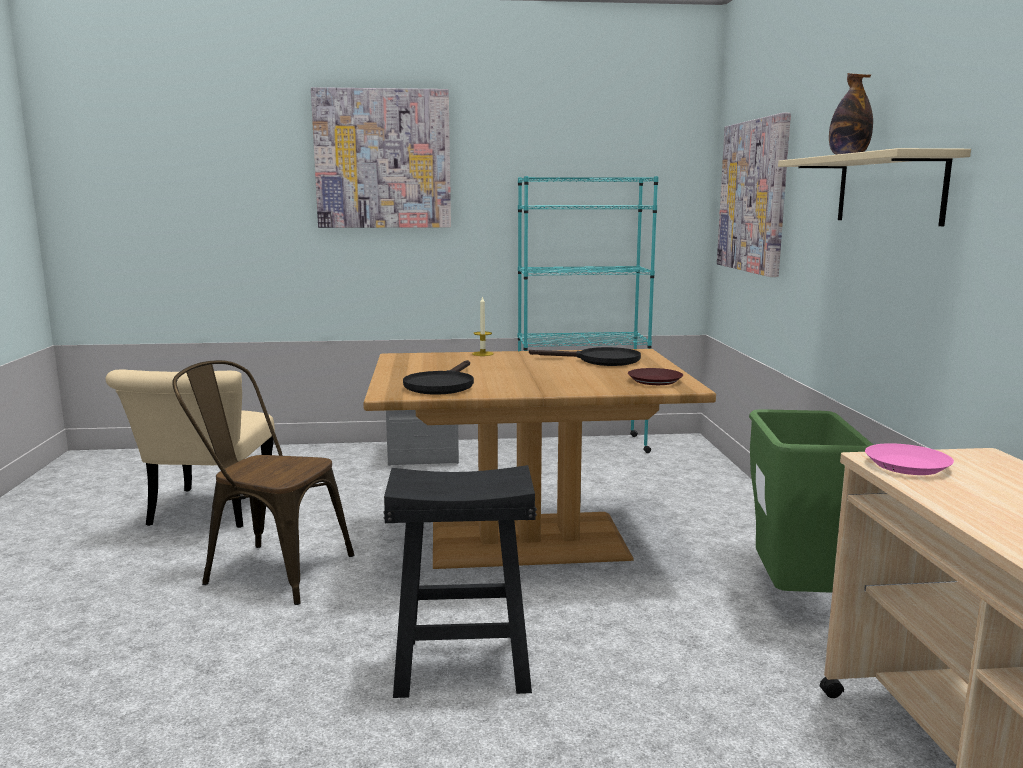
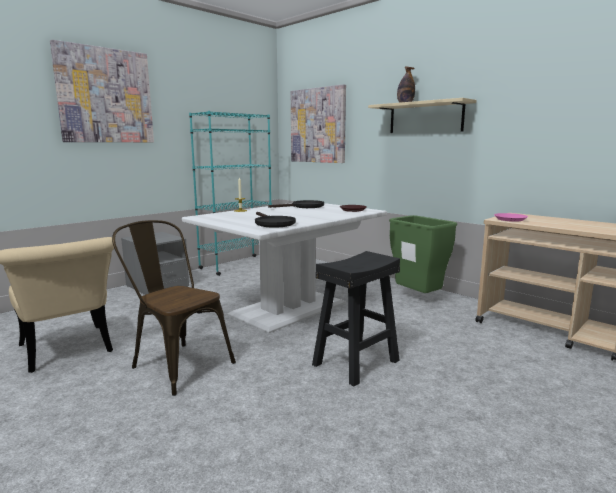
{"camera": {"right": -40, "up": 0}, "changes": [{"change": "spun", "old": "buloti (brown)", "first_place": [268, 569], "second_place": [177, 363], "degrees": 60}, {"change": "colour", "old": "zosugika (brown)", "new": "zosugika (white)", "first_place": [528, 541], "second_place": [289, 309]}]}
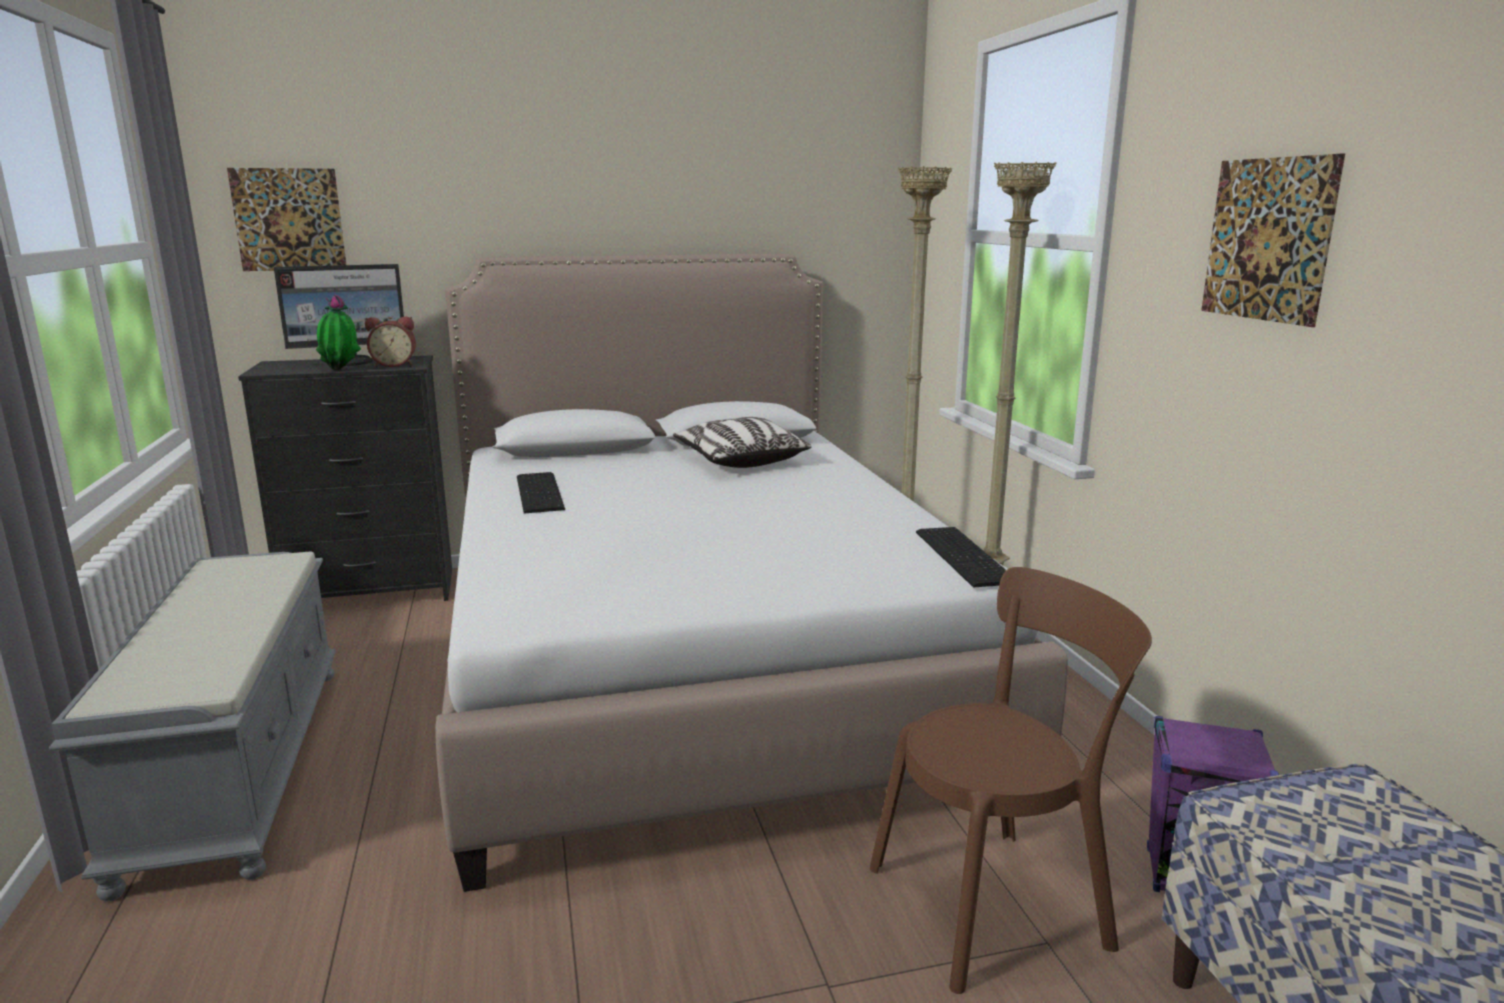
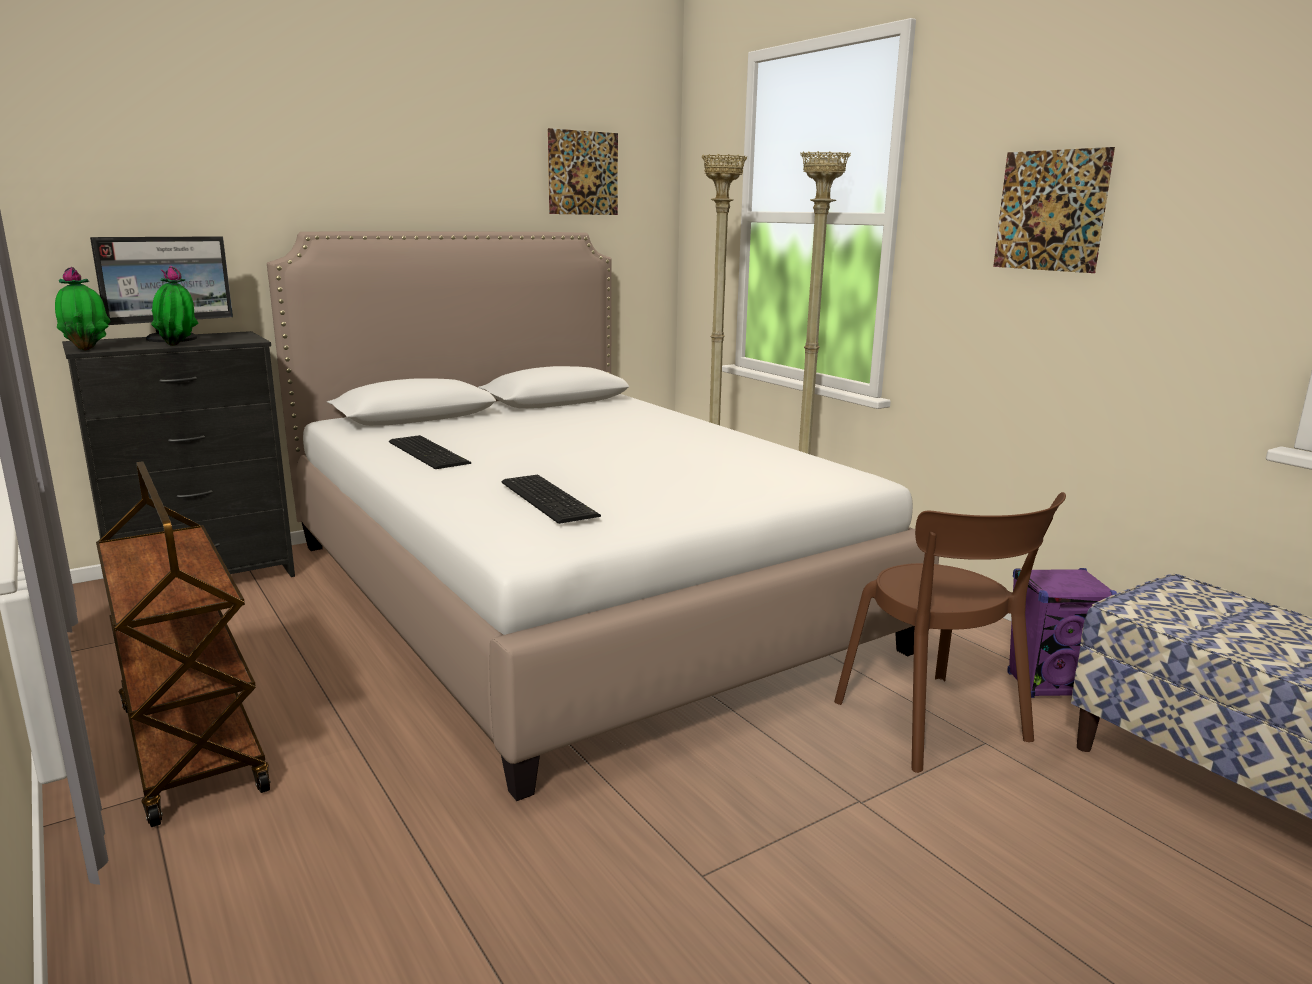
{"camera": {"right": -20, "up": 0}, "changes": [{"change": "exchanged", "old": "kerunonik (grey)", "new": "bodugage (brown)", "first_place": [236, 765], "second_place": [190, 746]}, {"change": "relocated", "old": "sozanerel", "first_place": [288, 220], "second_place": [583, 173]}, {"change": "missing", "old": "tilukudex", "first_place": [394, 365]}, {"change": "missing", "old": "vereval", "first_place": [740, 461]}, {"change": "spun", "old": "buloti (brown)", "first_place": [997, 902], "second_place": [936, 725], "degrees": 105}, {"change": "relocated", "old": "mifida", "first_place": [966, 555], "second_place": [550, 498]}, {"change": "appeared", "new": "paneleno", "second_place": [87, 349]}]}
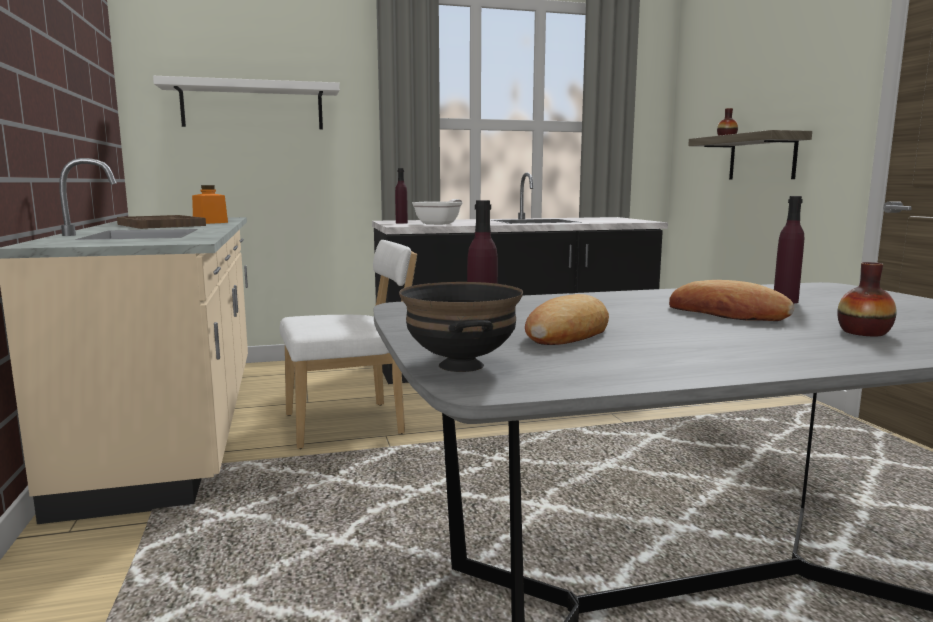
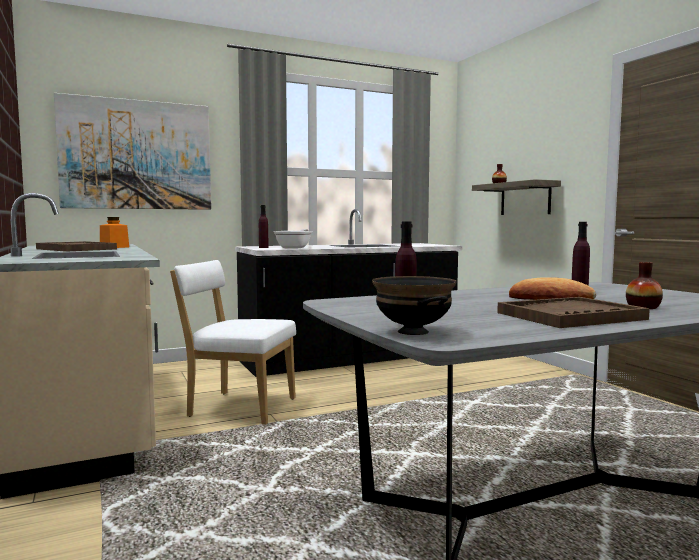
{"camera": {"right": -10, "up": -5}, "changes": [{"change": "exchanged", "old": "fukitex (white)", "new": "sozanerel", "first_place": [252, 106], "second_place": [137, 155]}, {"change": "spun", "old": "buloti (white)", "first_place": [351, 423], "second_place": [238, 407], "degrees": -135}, {"change": "missing", "old": "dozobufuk", "first_place": [567, 332]}, {"change": "appeared", "new": "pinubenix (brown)", "second_place": [570, 316]}]}
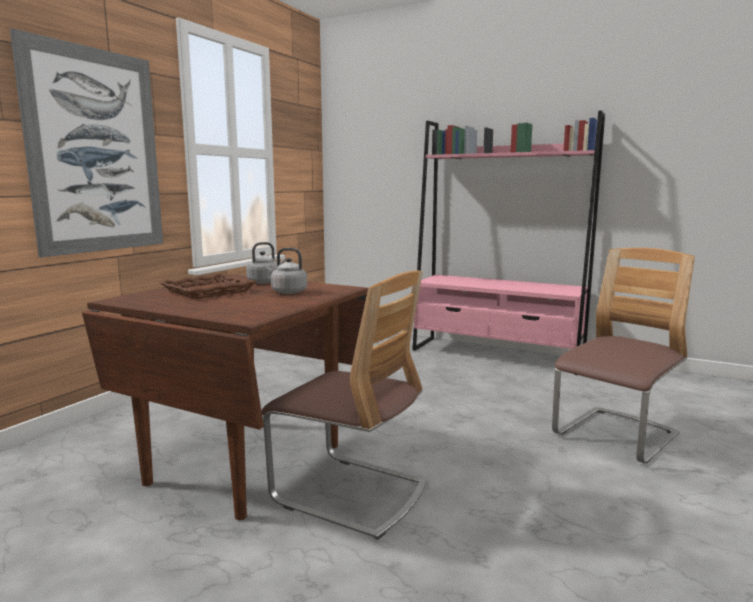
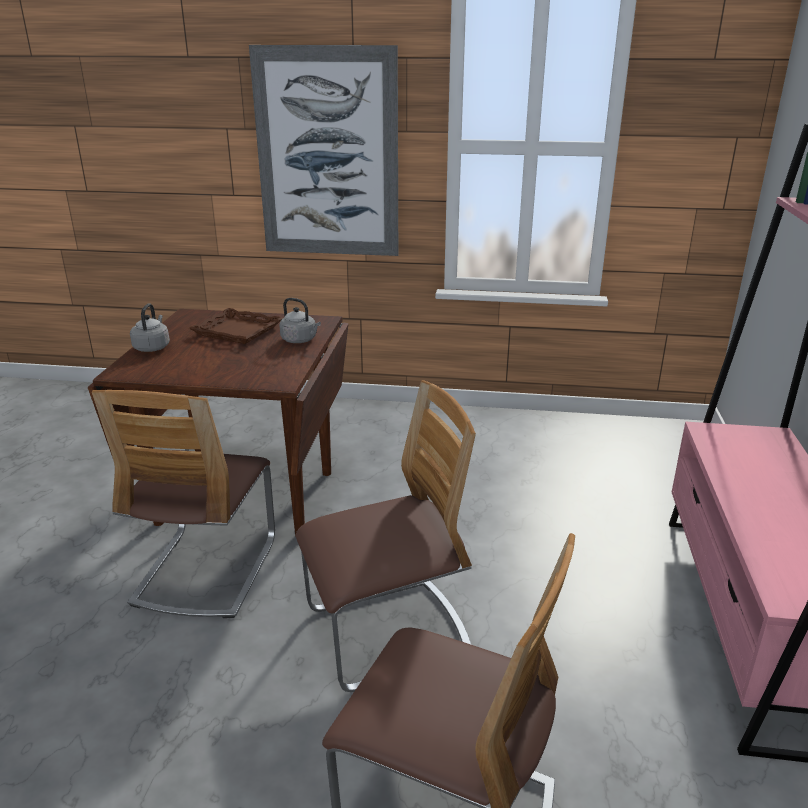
{"camera": {"right": 70, "up": 15}, "changes": [{"change": "relocated", "old": "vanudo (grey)", "first_place": [287, 292], "second_place": [152, 347]}, {"change": "appeared", "new": "buloti", "second_place": [388, 634]}]}
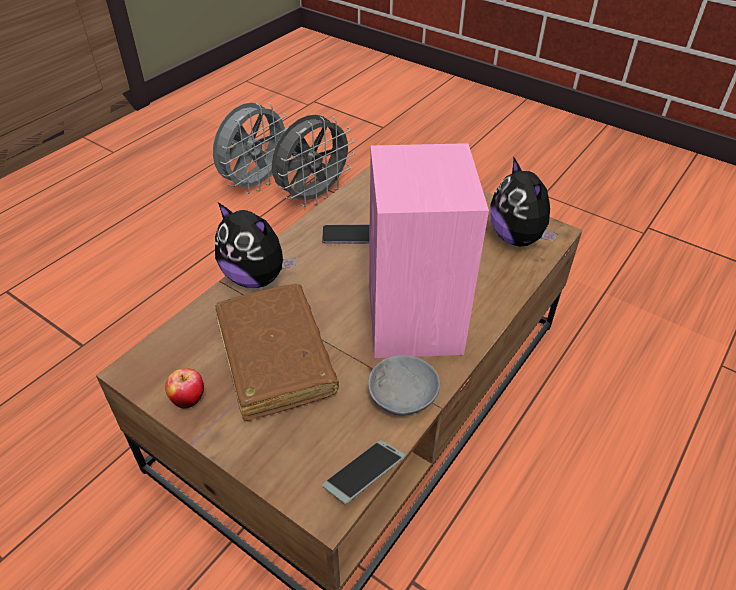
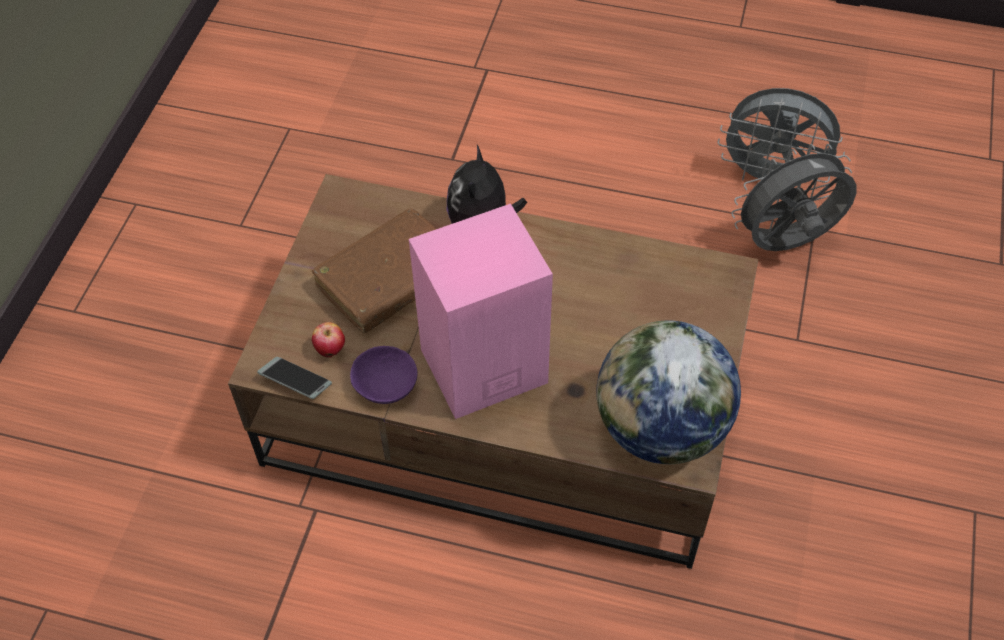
{"camera": {"right": 70, "up": 10}, "changes": [{"change": "relocated", "old": "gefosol", "first_place": [188, 399], "second_place": [330, 350]}, {"change": "spun", "old": "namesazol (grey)", "first_place": [313, 196], "second_place": [786, 244], "degrees": 135}, {"change": "missing", "old": "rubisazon", "first_place": [350, 236]}, {"change": "colour", "old": "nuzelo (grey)", "new": "nuzelo (purple)", "first_place": [403, 398], "second_place": [383, 385]}, {"change": "exchanged", "old": "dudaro", "new": "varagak", "first_place": [517, 238], "second_place": [660, 429]}]}
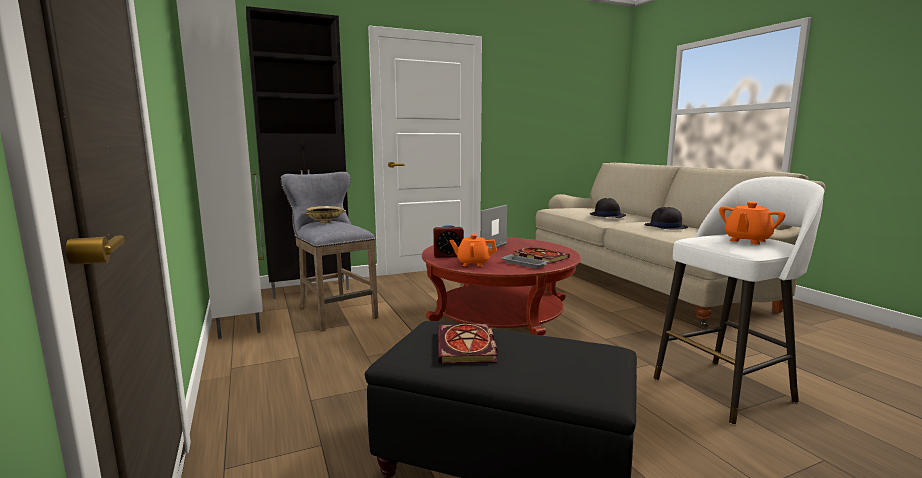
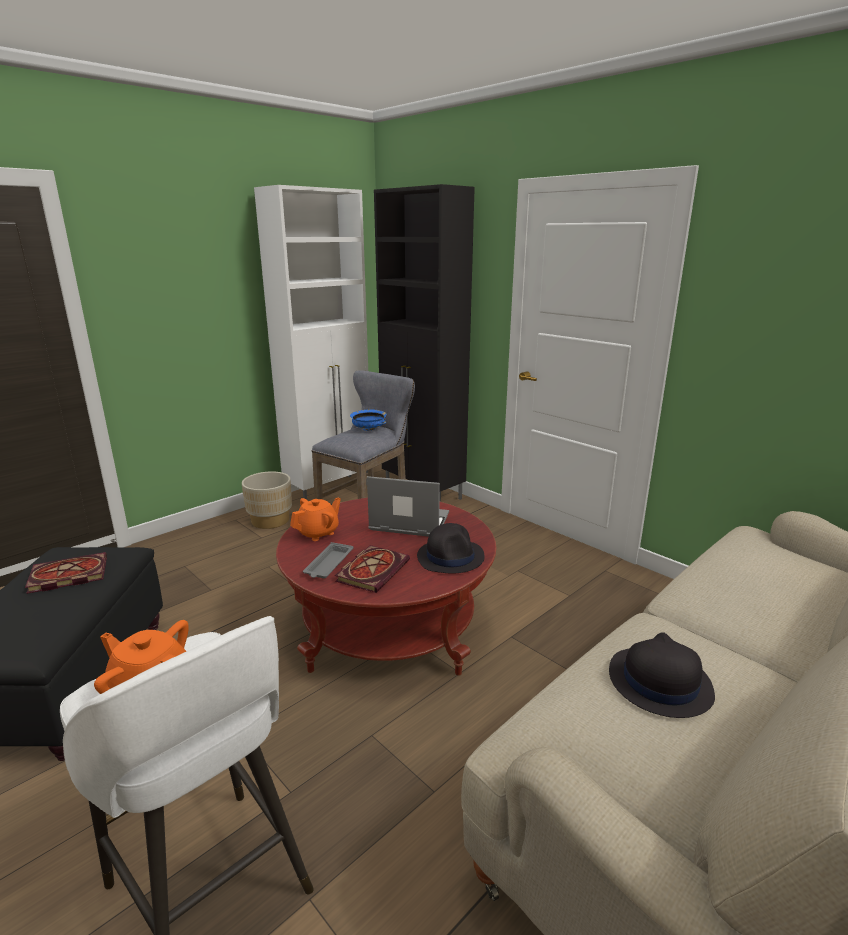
{"camera": {"right": 70, "up": 10}, "changes": [{"change": "colour", "old": "nuzelo (beige)", "new": "nuzelo (blue)", "first_place": [325, 222], "second_place": [369, 429]}, {"change": "missing", "old": "tilukudex", "first_place": [448, 256]}, {"change": "spun", "old": "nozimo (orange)", "first_place": [473, 263], "second_place": [318, 533], "degrees": 60}, {"change": "relocated", "old": "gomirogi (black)", "first_place": [607, 215], "second_place": [451, 557]}, {"change": "appeared", "new": "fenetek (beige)", "second_place": [270, 520]}]}
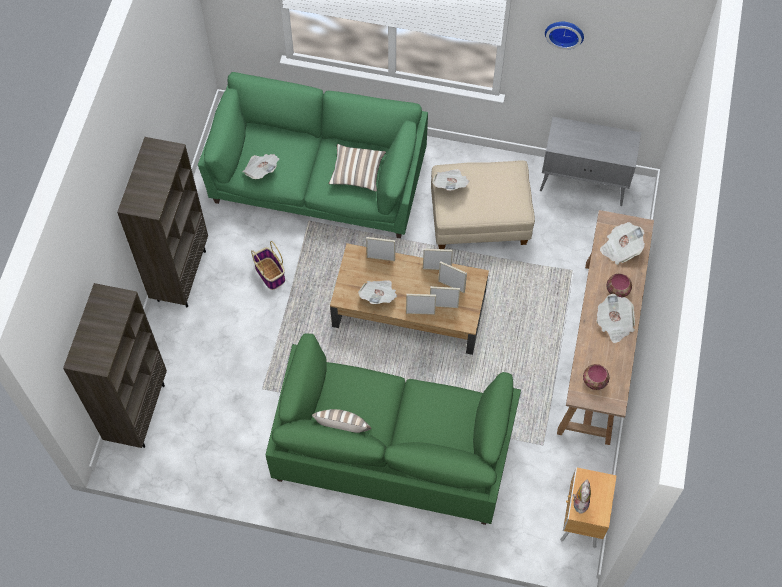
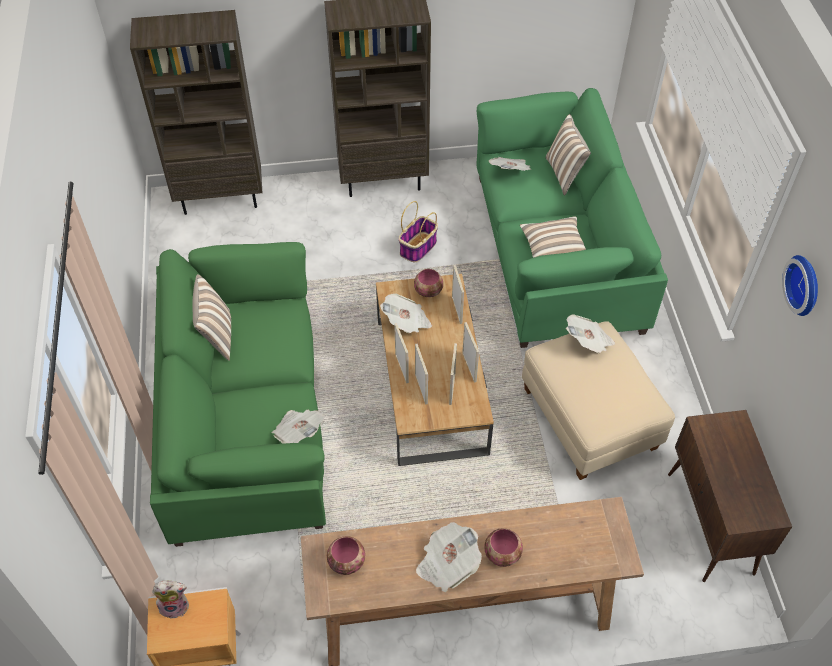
{"camera": {"right": 70, "up": -10}, "changes": [{"change": "colour", "old": "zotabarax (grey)", "new": "zotabarax (brown)", "first_place": [584, 183], "second_place": [710, 524]}, {"change": "relocated", "old": "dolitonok", "first_place": [620, 248], "second_place": [298, 432]}, {"change": "appeared", "new": "nuzelo", "second_place": [429, 291]}, {"change": "appeared", "new": "vereval", "second_place": [564, 174]}]}
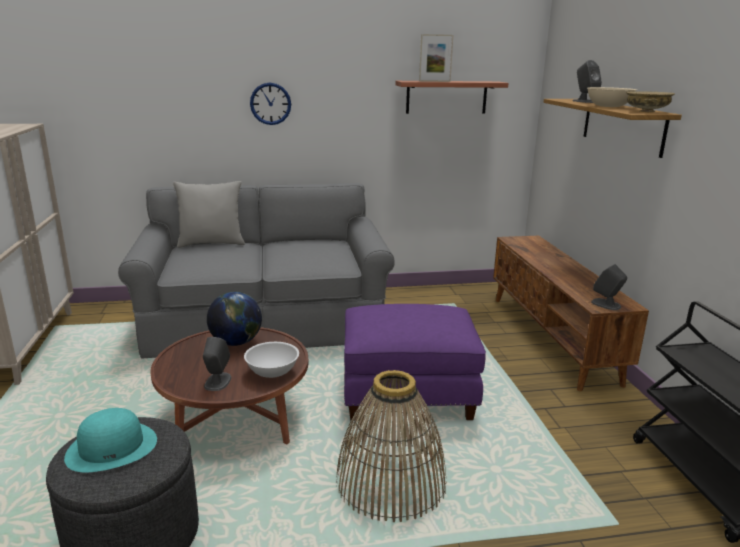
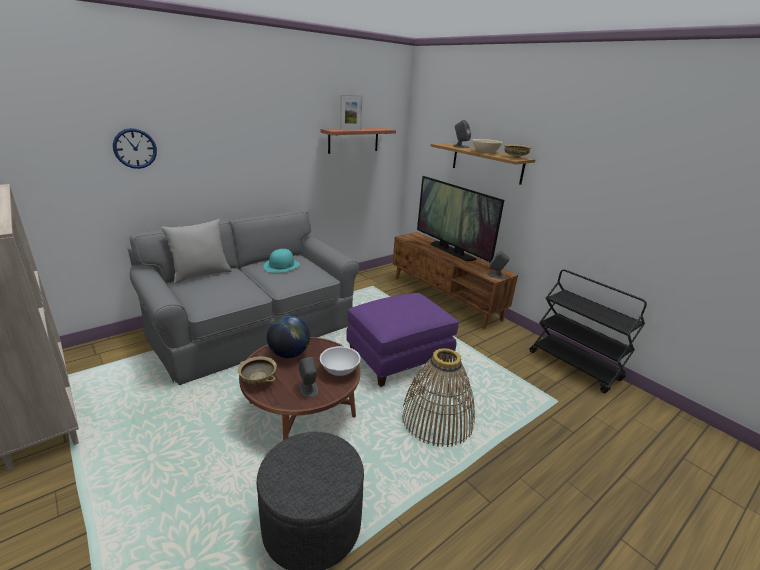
{"camera": {"right": -30, "up": 5}, "changes": [{"change": "relocated", "old": "gomirogi (turquoise)", "first_place": [112, 447], "second_place": [281, 265]}, {"change": "relocated", "old": "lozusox", "first_place": [270, 103], "second_place": [135, 148]}, {"change": "appeared", "new": "nuzelo (beige)", "second_place": [258, 380]}, {"change": "appeared", "new": "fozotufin", "second_place": [451, 251]}]}
